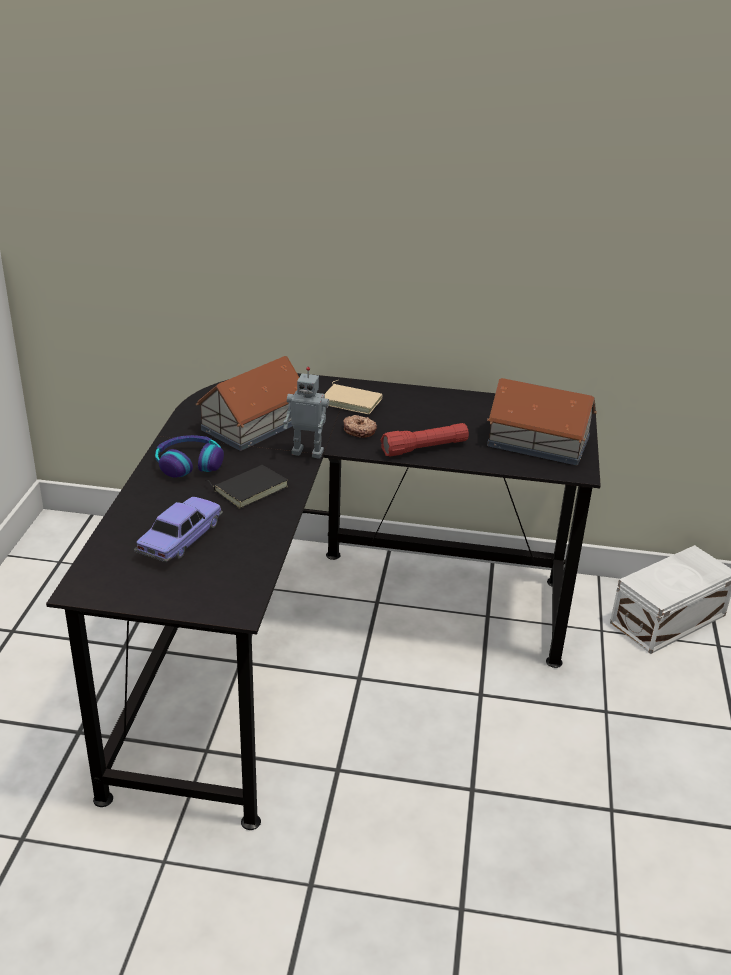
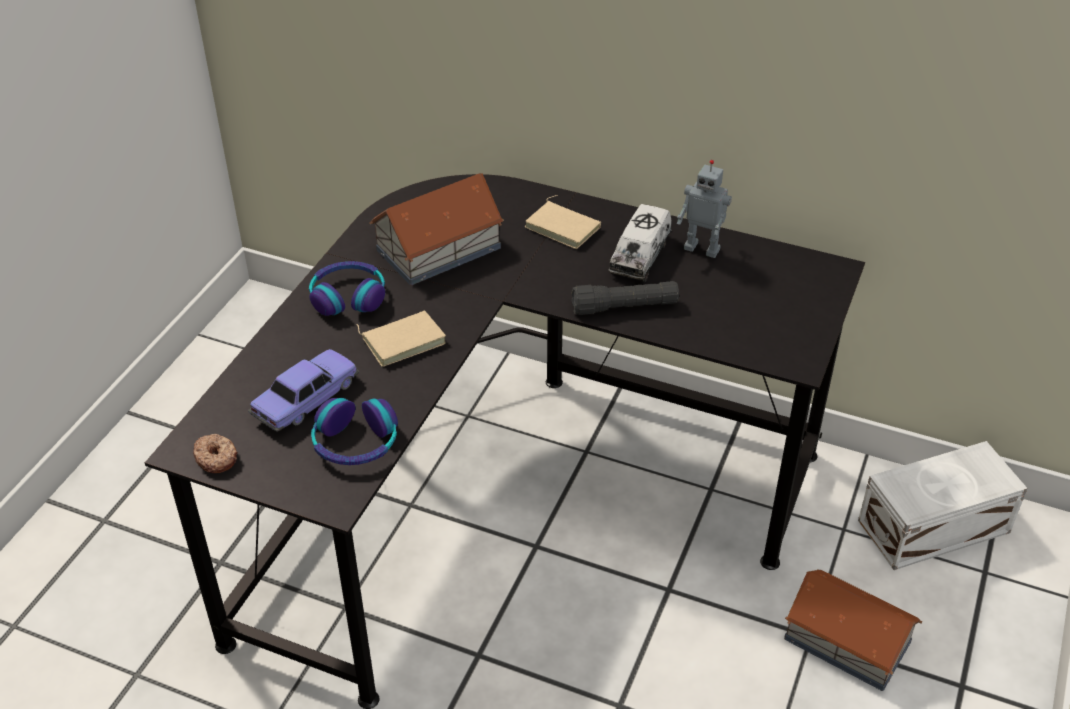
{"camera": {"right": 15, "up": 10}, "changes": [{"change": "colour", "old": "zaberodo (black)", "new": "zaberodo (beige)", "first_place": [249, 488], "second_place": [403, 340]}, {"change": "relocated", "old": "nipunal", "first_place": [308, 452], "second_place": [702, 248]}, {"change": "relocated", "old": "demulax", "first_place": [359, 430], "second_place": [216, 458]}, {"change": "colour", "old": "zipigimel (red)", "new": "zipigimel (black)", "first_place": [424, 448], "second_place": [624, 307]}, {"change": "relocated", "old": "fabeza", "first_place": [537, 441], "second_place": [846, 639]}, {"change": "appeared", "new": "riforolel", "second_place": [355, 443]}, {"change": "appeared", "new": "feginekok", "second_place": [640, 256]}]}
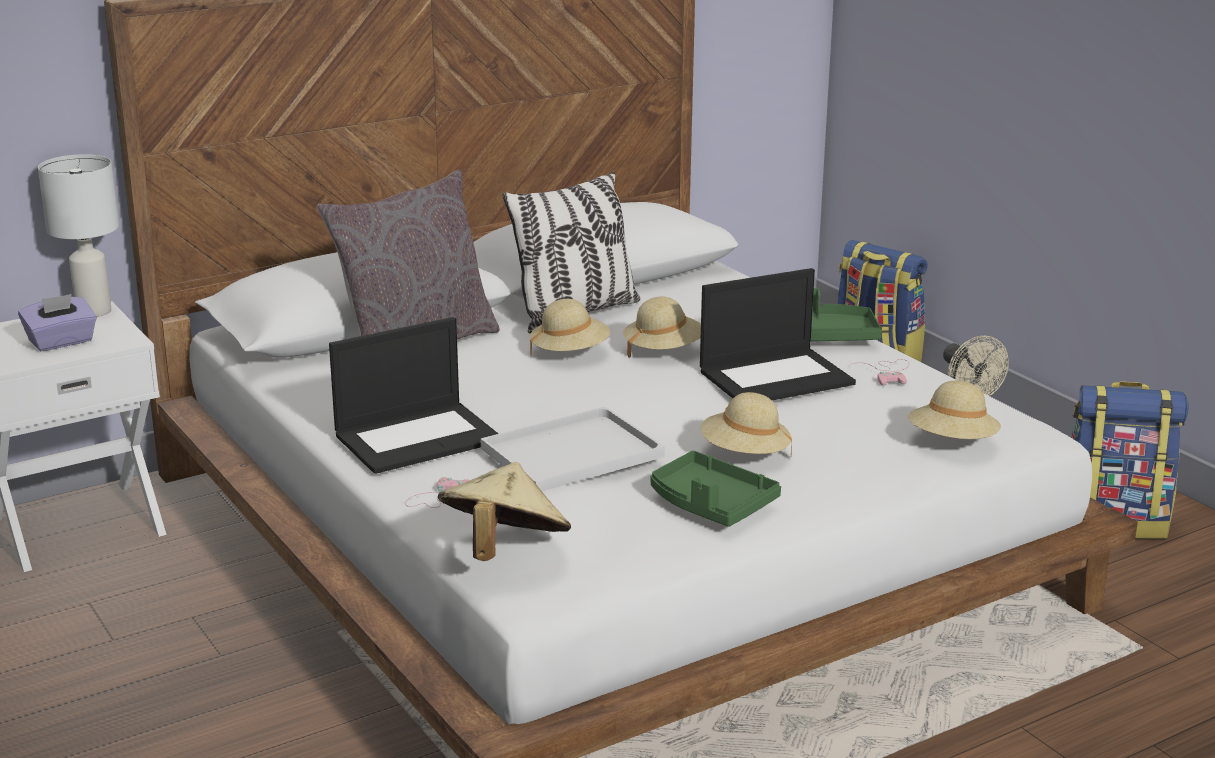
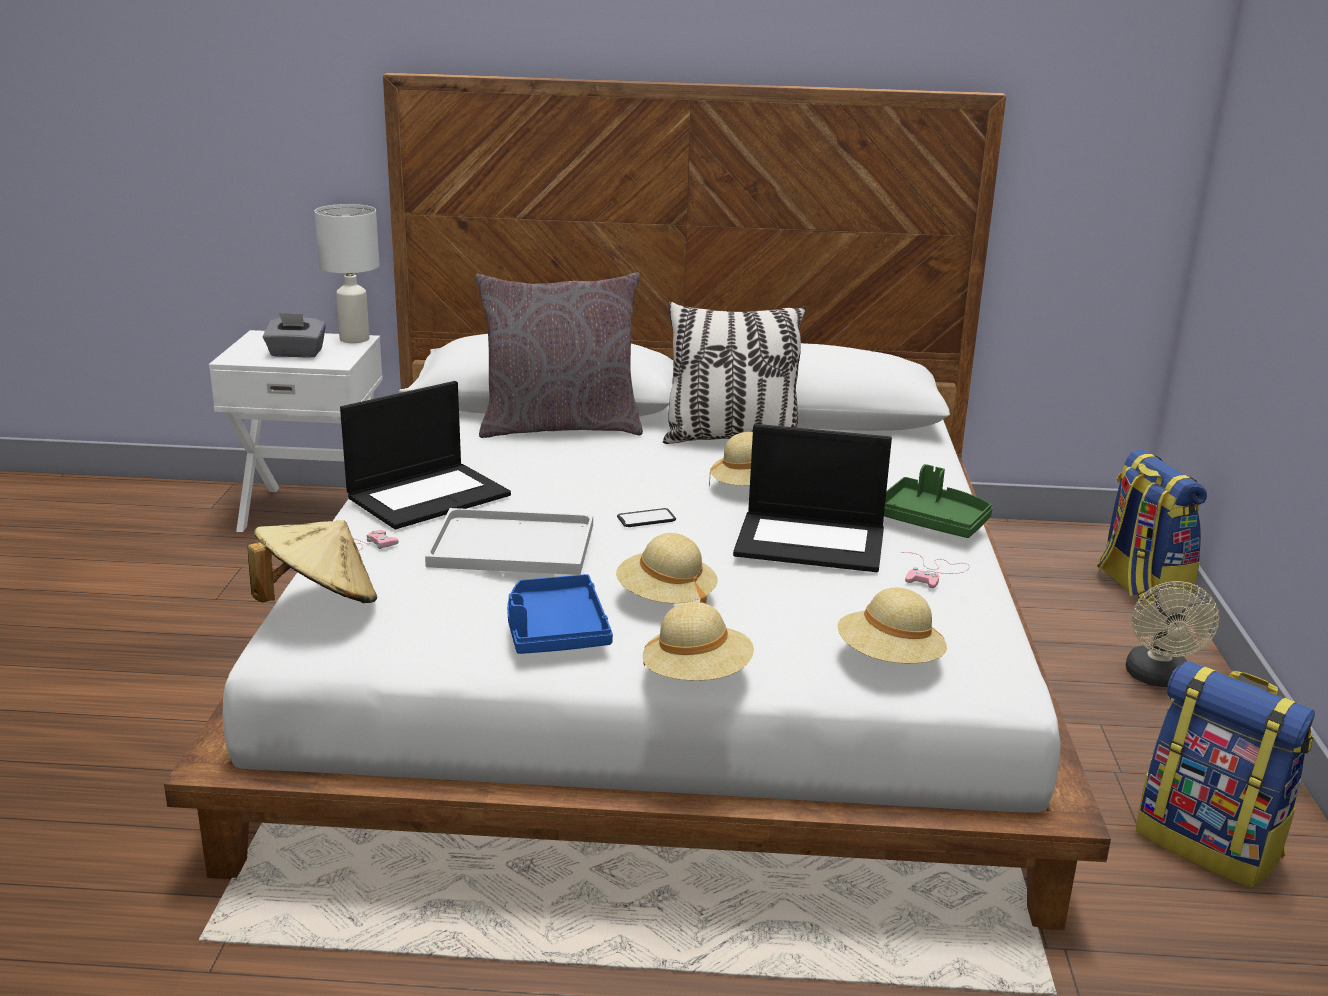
{"camera": {"right": 35, "up": 0}, "changes": [{"change": "colour", "old": "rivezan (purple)", "new": "rivezan (grey)", "first_place": [61, 342], "second_place": [296, 353]}, {"change": "spun", "old": "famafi", "first_place": [418, 437], "second_place": [429, 495], "degrees": -45}, {"change": "relocated", "old": "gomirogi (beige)", "first_place": [570, 353], "second_place": [697, 676]}, {"change": "colour", "old": "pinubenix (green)", "new": "pinubenix (blue)", "first_place": [710, 504], "second_place": [555, 631]}, {"change": "appeared", "new": "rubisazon", "second_place": [646, 519]}]}
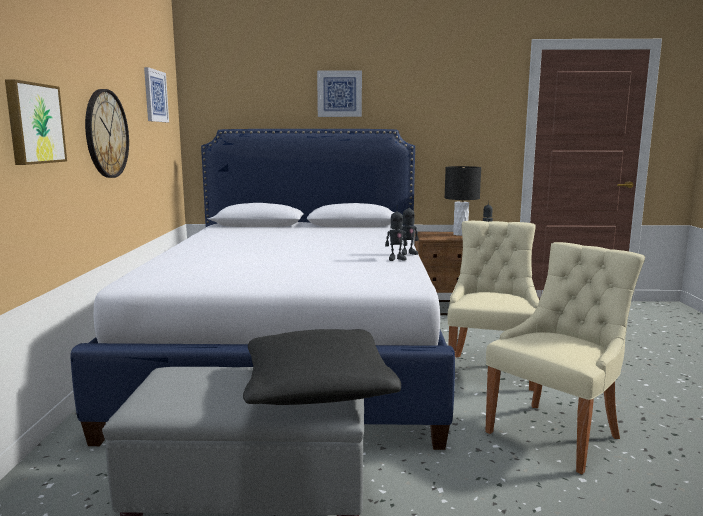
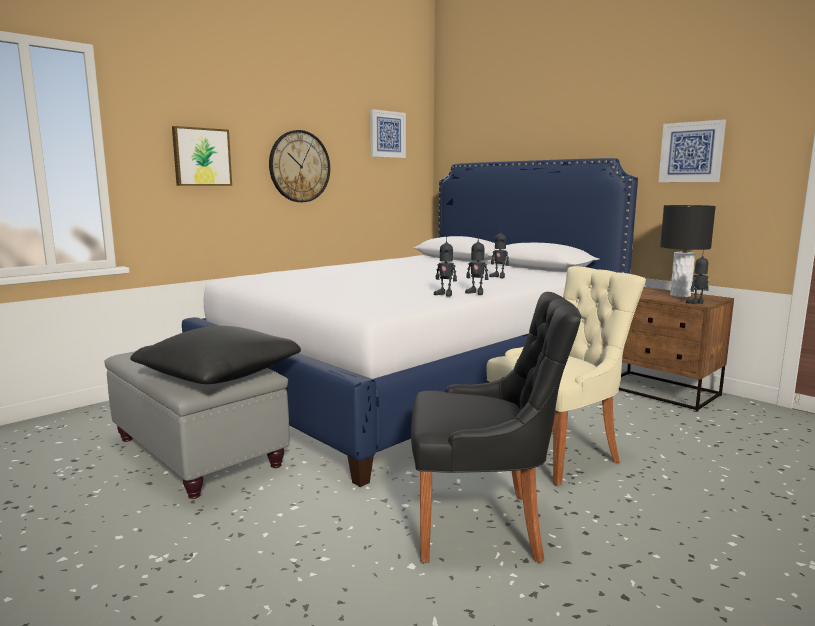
{"camera": {"right": 45, "up": 0}, "changes": [{"change": "relocated", "old": "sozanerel", "first_place": [339, 94], "second_place": [691, 152]}, {"change": "colour", "old": "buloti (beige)", "new": "buloti (black)", "first_place": [556, 433], "second_place": [483, 525]}, {"change": "appeared", "new": "nipunal", "second_place": [499, 276]}]}
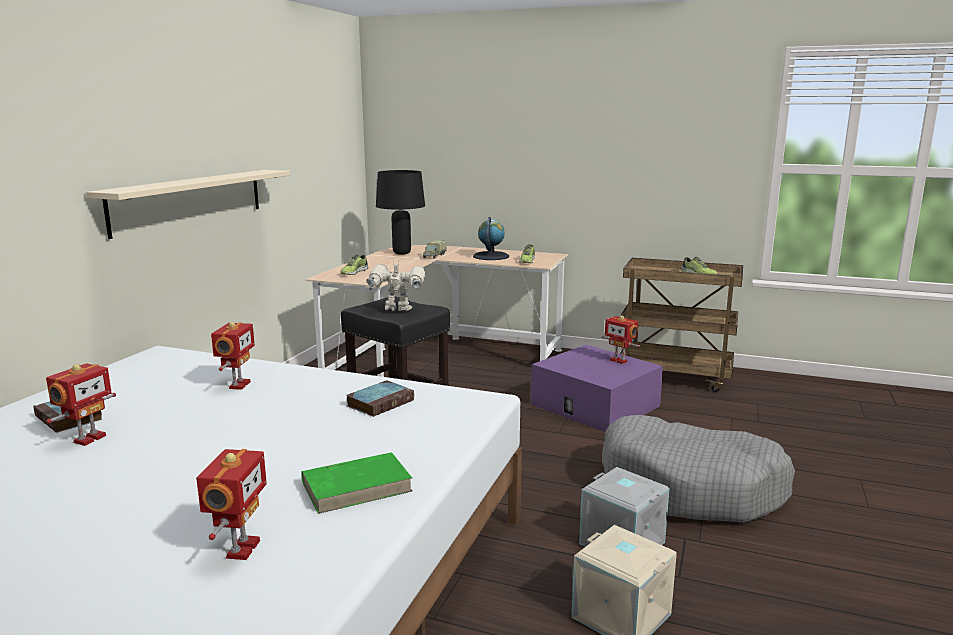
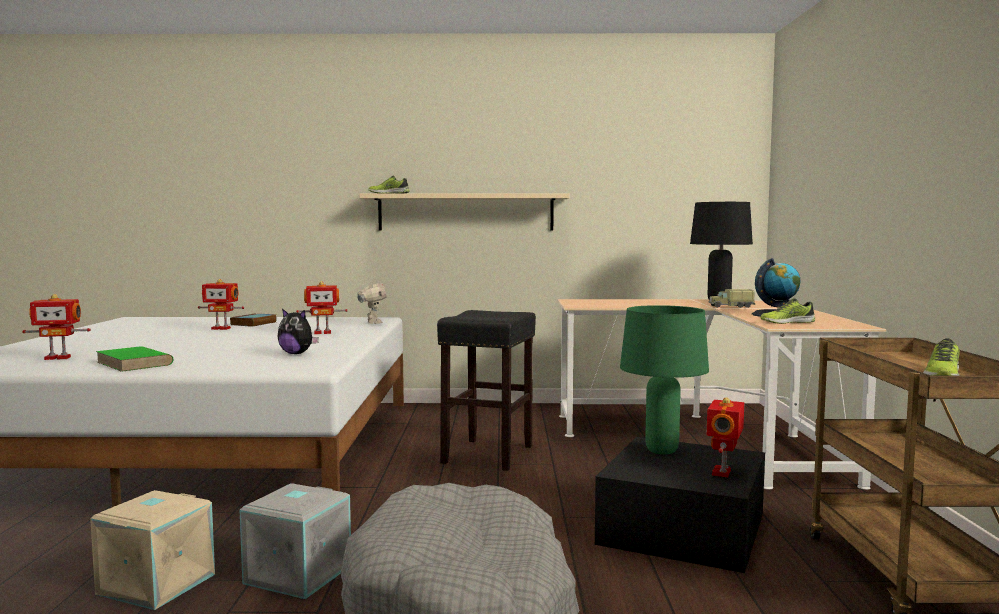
{"camera": {"right": 70, "up": -10}, "changes": [{"change": "relocated", "old": "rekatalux", "first_place": [353, 272], "second_place": [389, 193]}, {"change": "exchanged", "old": "zaberodo", "new": "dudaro", "first_place": [381, 402], "second_place": [297, 353]}, {"change": "relocated", "old": "nipunal", "first_place": [397, 310], "second_place": [373, 323]}, {"change": "colour", "old": "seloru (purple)", "new": "seloru (black)", "first_place": [595, 405], "second_place": [683, 528]}, {"change": "appeared", "new": "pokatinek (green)", "second_place": [662, 451]}]}
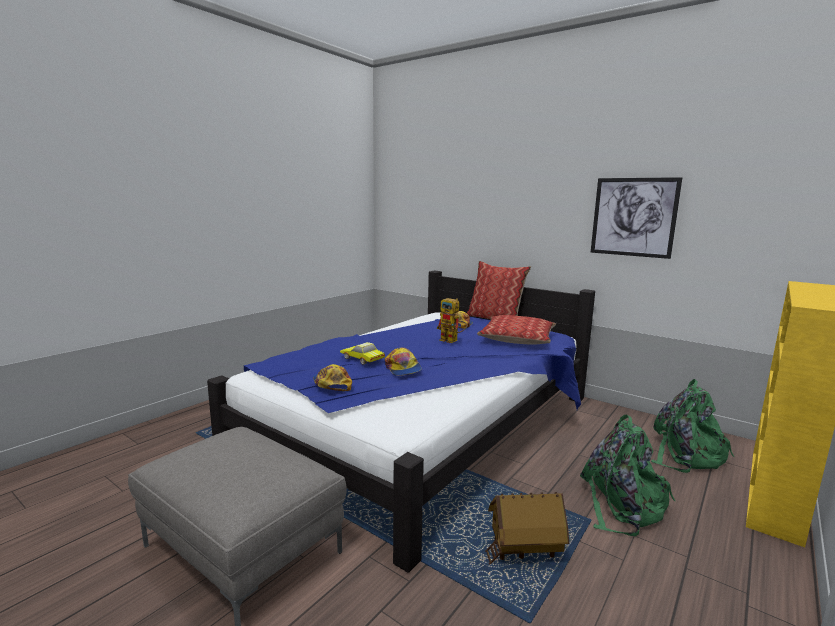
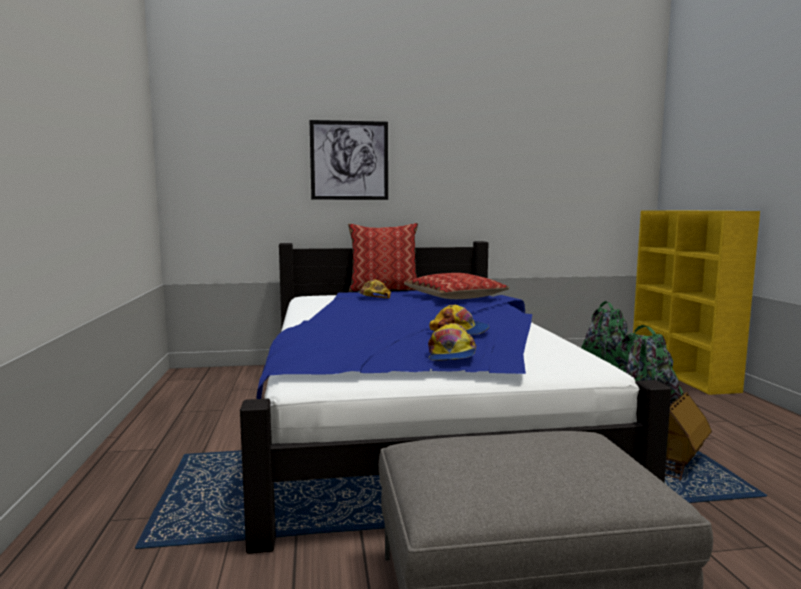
{"camera": {"right": -45, "up": -5}, "changes": [{"change": "spun", "old": "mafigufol", "first_place": [332, 384], "second_place": [451, 355], "degrees": -105}, {"change": "missing", "old": "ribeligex", "first_place": [362, 359]}, {"change": "missing", "old": "nipunal", "first_place": [452, 341]}, {"change": "relocated", "old": "sozanerel", "first_place": [633, 217], "second_place": [349, 160]}]}
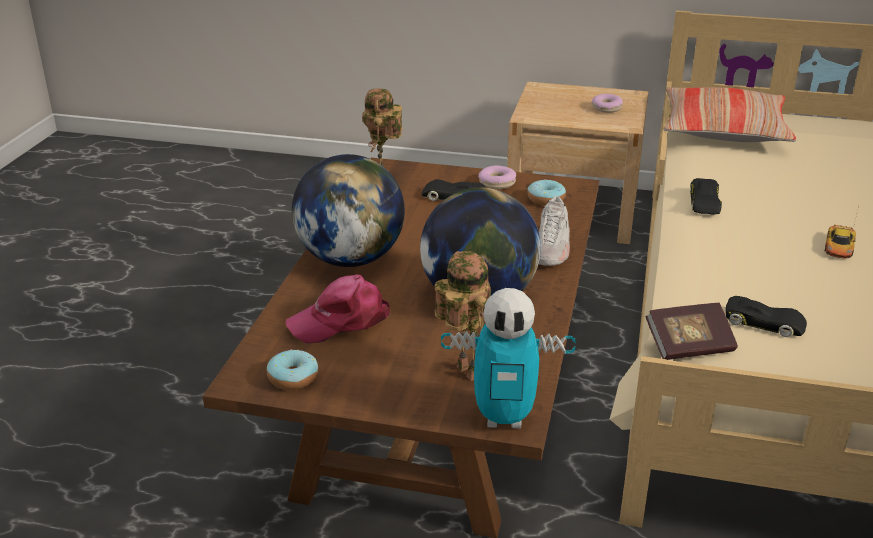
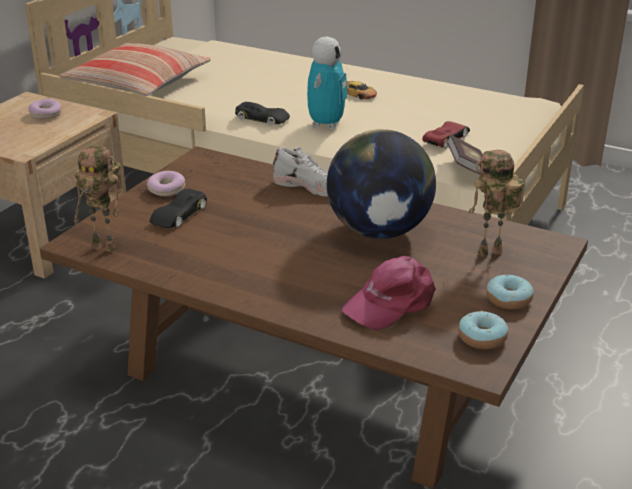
{"camera": {"right": -75, "up": 0}, "changes": [{"change": "spun", "old": "mafigufol (pink)", "first_place": [341, 320], "second_place": [391, 303], "degrees": 60}, {"change": "missing", "old": "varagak", "first_place": [350, 259]}, {"change": "relocated", "old": "nipunal", "first_place": [504, 418], "second_place": [326, 124]}, {"change": "relocated", "old": "demulax", "first_place": [546, 199], "second_place": [508, 299]}, {"change": "colour", "old": "ribeligex (black)", "new": "ribeligex (red)", "first_place": [764, 323], "second_place": [446, 139]}]}
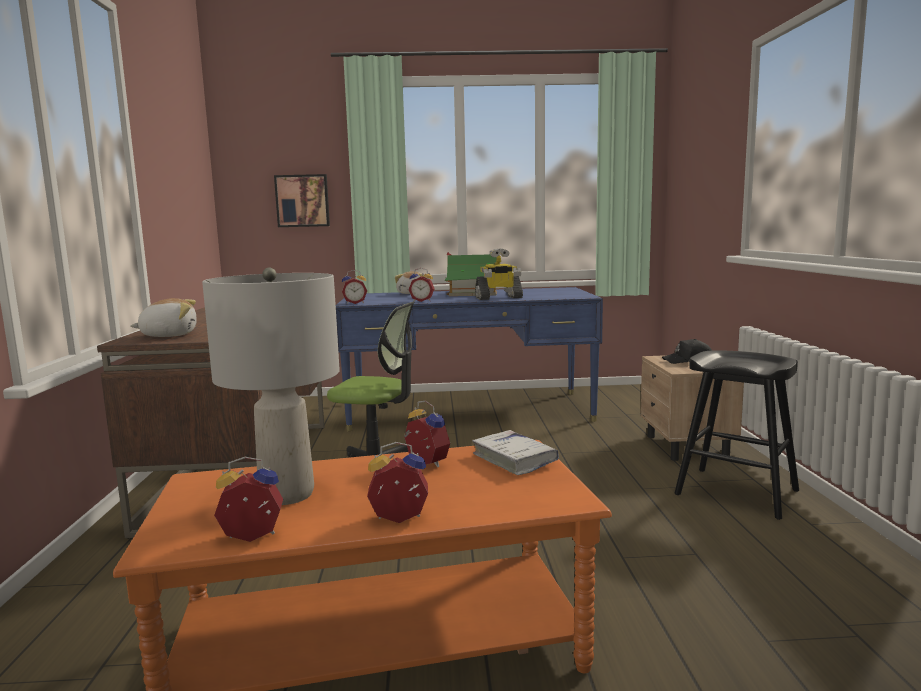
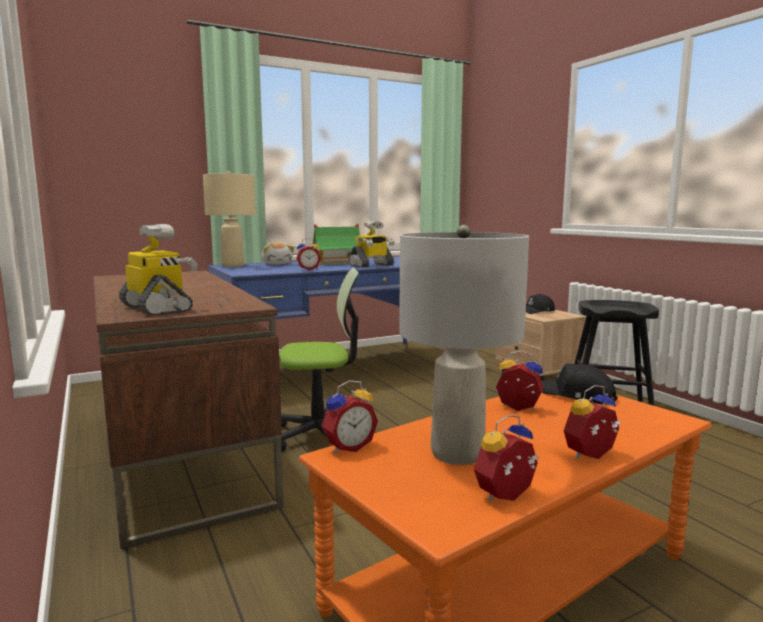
{"camera": {"right": -25, "up": 0}, "changes": [{"change": "exchanged", "old": "dudaro", "new": "nipunal", "first_place": [169, 335], "second_place": [158, 309]}, {"change": "missing", "old": "sozanerel", "first_place": [302, 201]}, {"change": "relocated", "old": "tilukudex", "first_place": [355, 303], "second_place": [348, 447]}, {"change": "exchanged", "old": "zaberodo (white)", "new": "mafigufol (black)", "first_place": [514, 460], "second_place": [577, 396]}, {"change": "appeared", "new": "pokatinek (beige)", "second_place": [233, 265]}]}
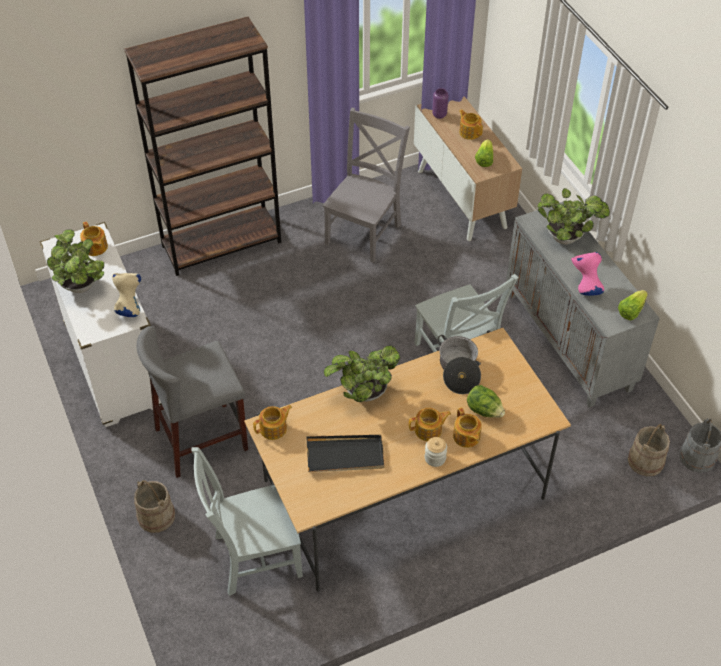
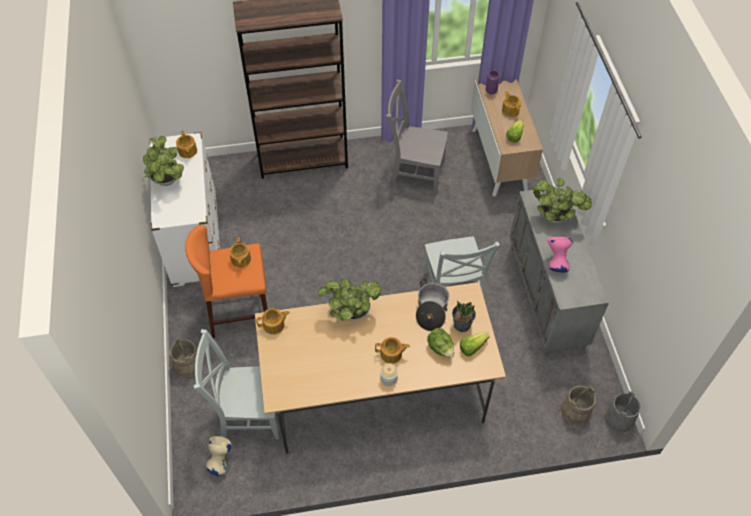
{"camera": {"right": 15, "up": 5}, "changes": [{"change": "relocated", "old": "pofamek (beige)", "first_place": [130, 307], "second_place": [221, 461]}, {"change": "colour", "old": "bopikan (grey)", "new": "bopikan (orange)", "first_place": [202, 439], "second_place": [239, 312]}, {"change": "missing", "old": "pinubenix (black)", "first_place": [345, 455]}, {"change": "spun", "old": "buloti (grey)", "first_place": [365, 232], "second_place": [414, 172], "degrees": -120}, {"change": "relocated", "old": "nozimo", "first_place": [466, 437], "second_place": [240, 259]}, {"change": "relocated", "old": "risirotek", "first_place": [631, 311], "second_place": [472, 347]}, {"change": "appeared", "new": "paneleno", "second_place": [462, 324]}]}
